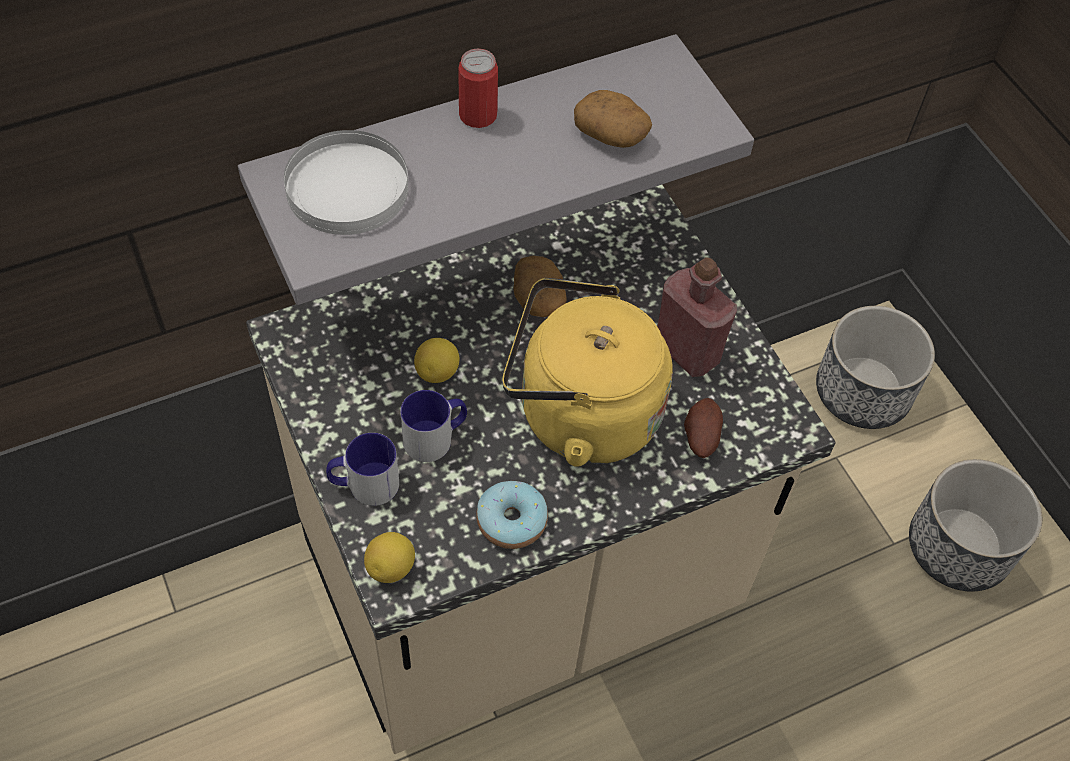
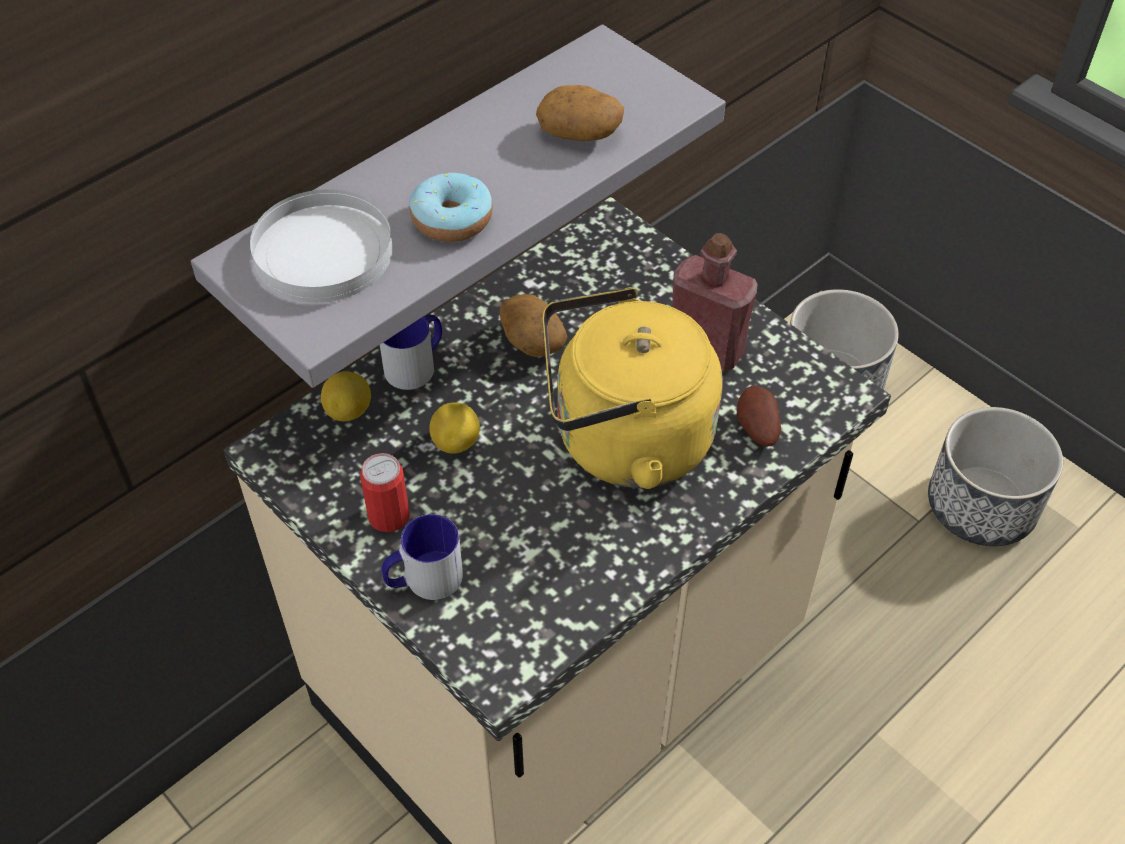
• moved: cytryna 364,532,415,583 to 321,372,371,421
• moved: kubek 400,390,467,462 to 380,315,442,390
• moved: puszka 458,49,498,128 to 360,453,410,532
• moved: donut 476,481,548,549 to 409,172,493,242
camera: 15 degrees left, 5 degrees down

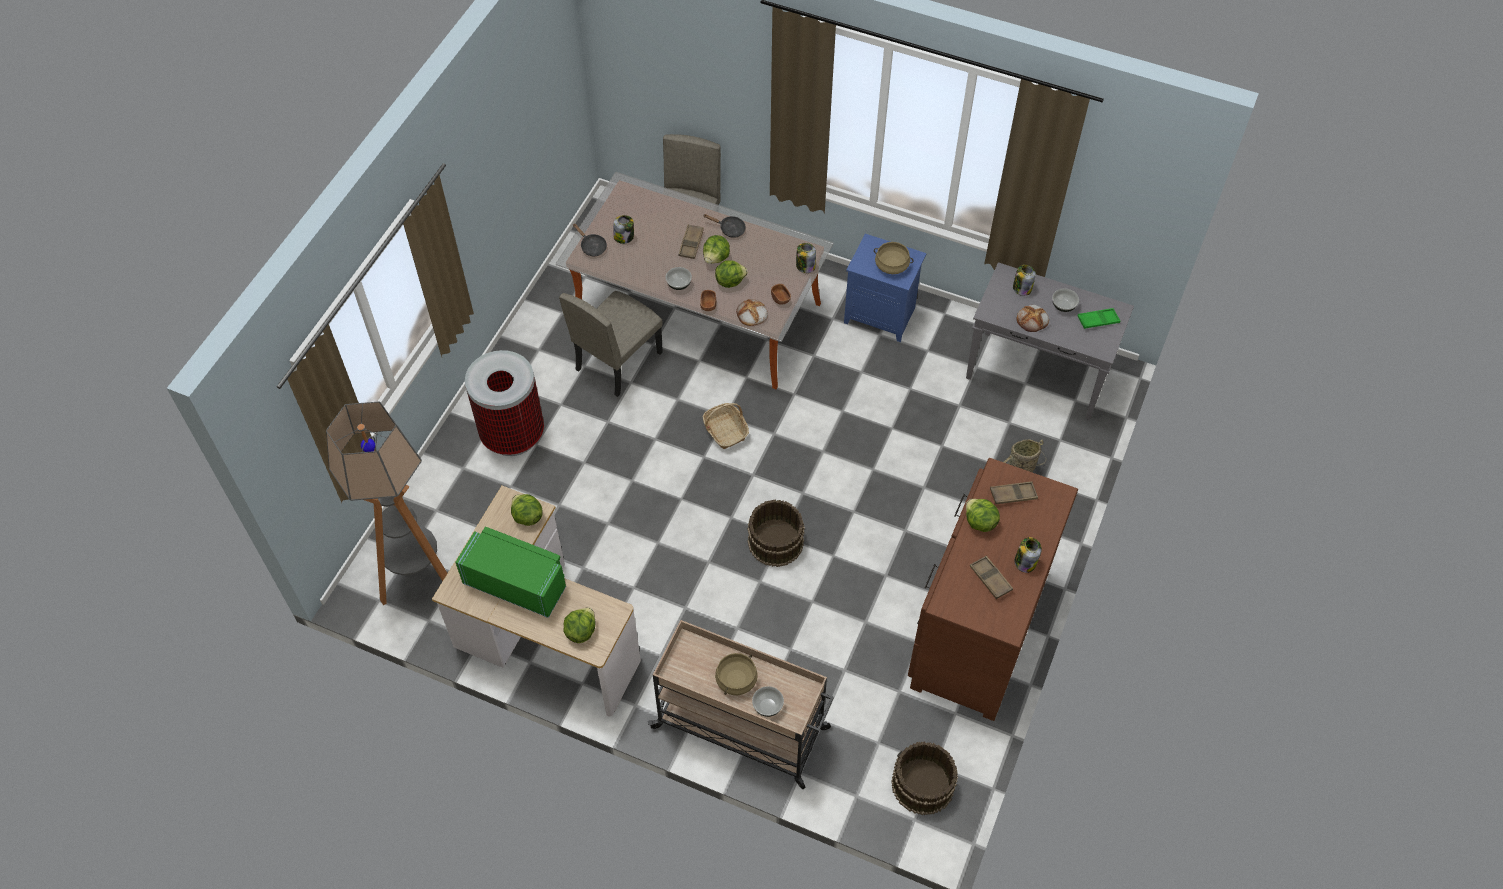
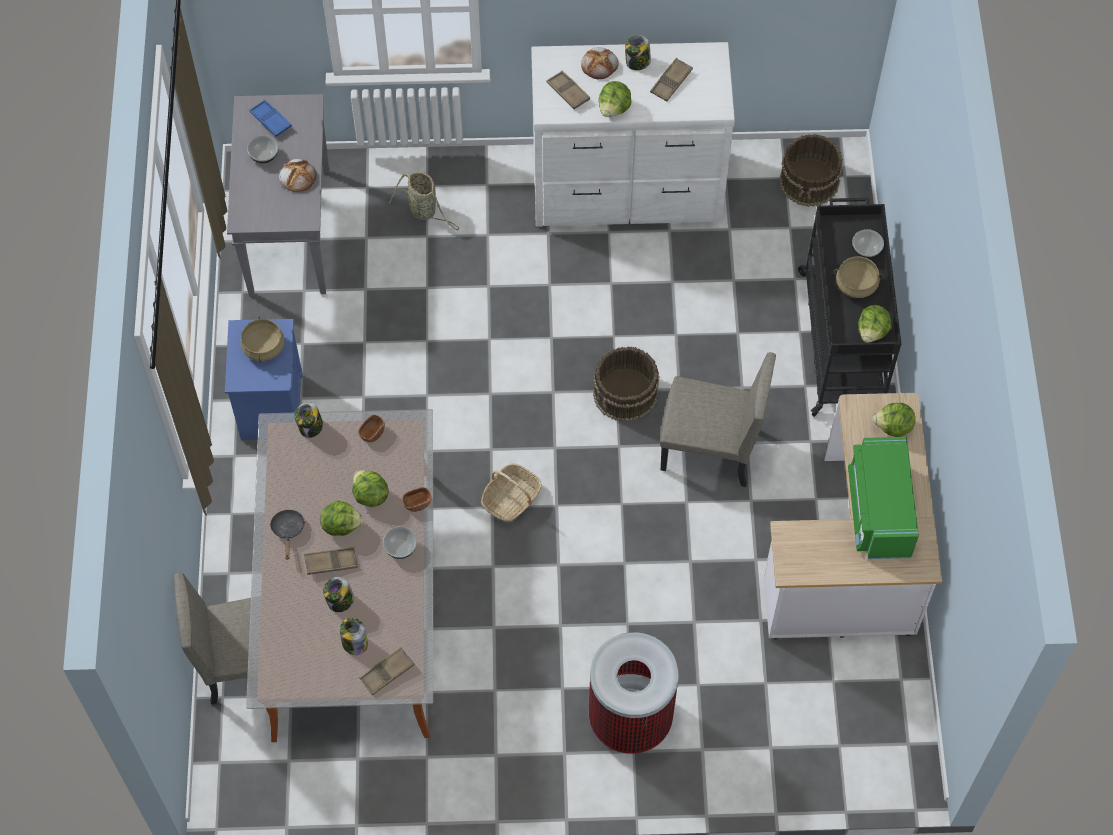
• removed: lampa stojąca 326,401,447,605
• moved: sałata 511,494,543,526 to 858,305,892,343
• moved: krzesło (beżowy) 559,291,663,397 to 660,352,776,487
• replaced: patelnia (czarny) 573,224,607,256 to taca (brązowy) 359,647,414,695
• recoloured: wózek (beżowy) 648,620,834,789 to wózek (czarny) 798,198,901,417
• moved: chleb 736,299,768,326 to 581,47,618,79
• recoloured: komoda (brązowy) 908,458,1078,721 to komoda (biały) 531,42,735,227
• moved: słoik 1013,265,1036,296 to 323,577,354,612
• recoloured: taca (zielony) 1077,308,1120,329 to taca (niebieski) 249,99,292,137
camera: 115 degrees left, 5 degrees up

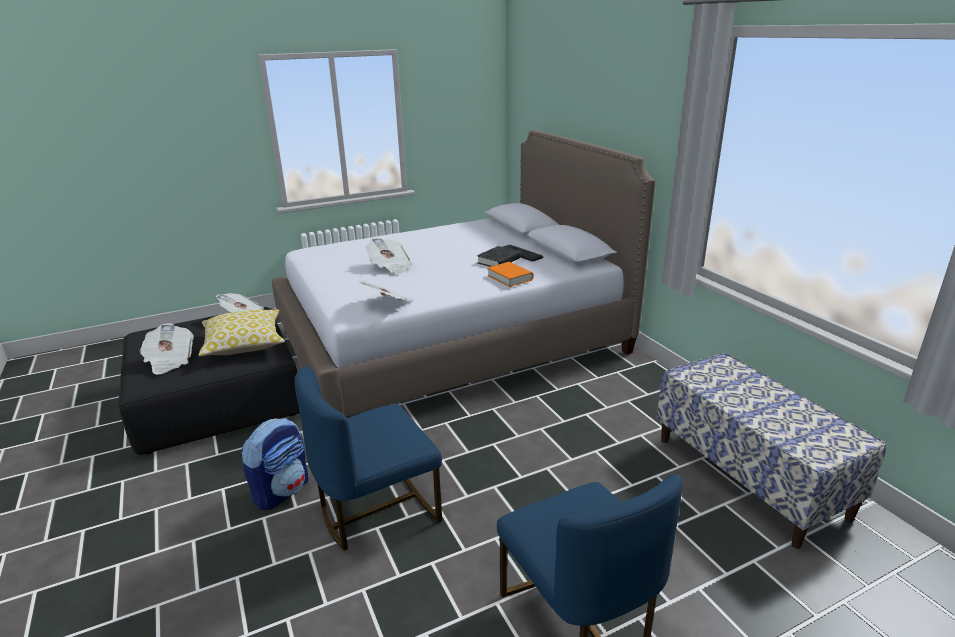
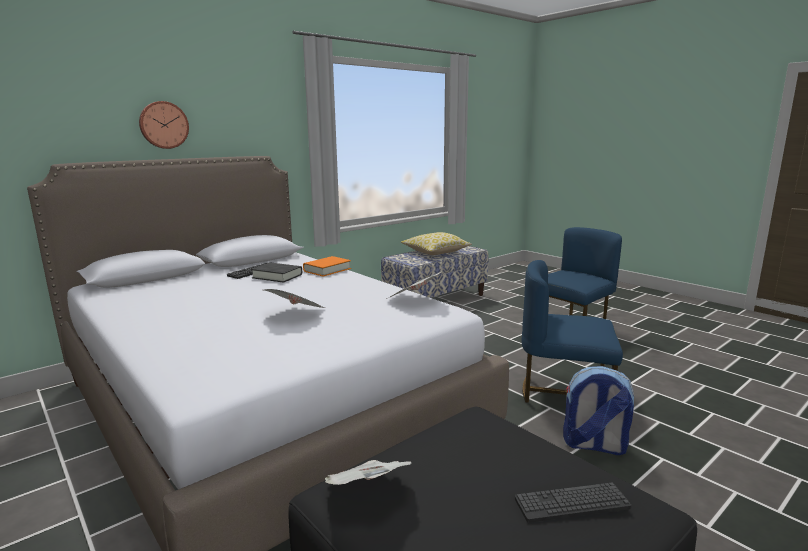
• replaced: gazeta 140,323,194,375 to klawiatura 515,483,631,523
• moved: poduszka 199,309,285,356 to 401,232,472,255
• turned: krzesło (niebieski) 295,367,442,551 = 522,260,623,403 150 degrees clockwise
• added: zegar ścienny 139,101,189,149
camera: 105 degrees left, 10 degrees down

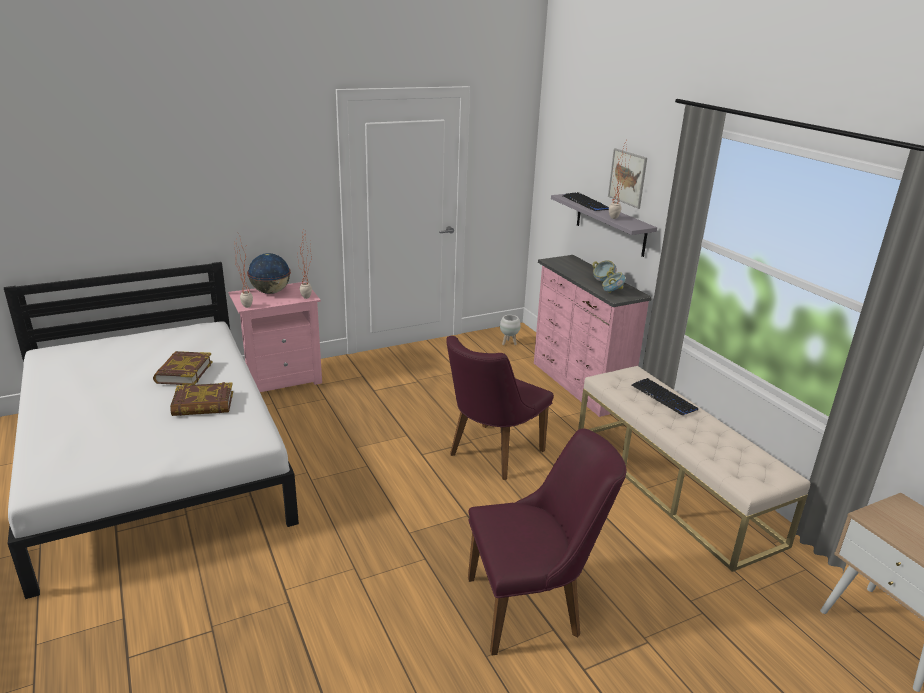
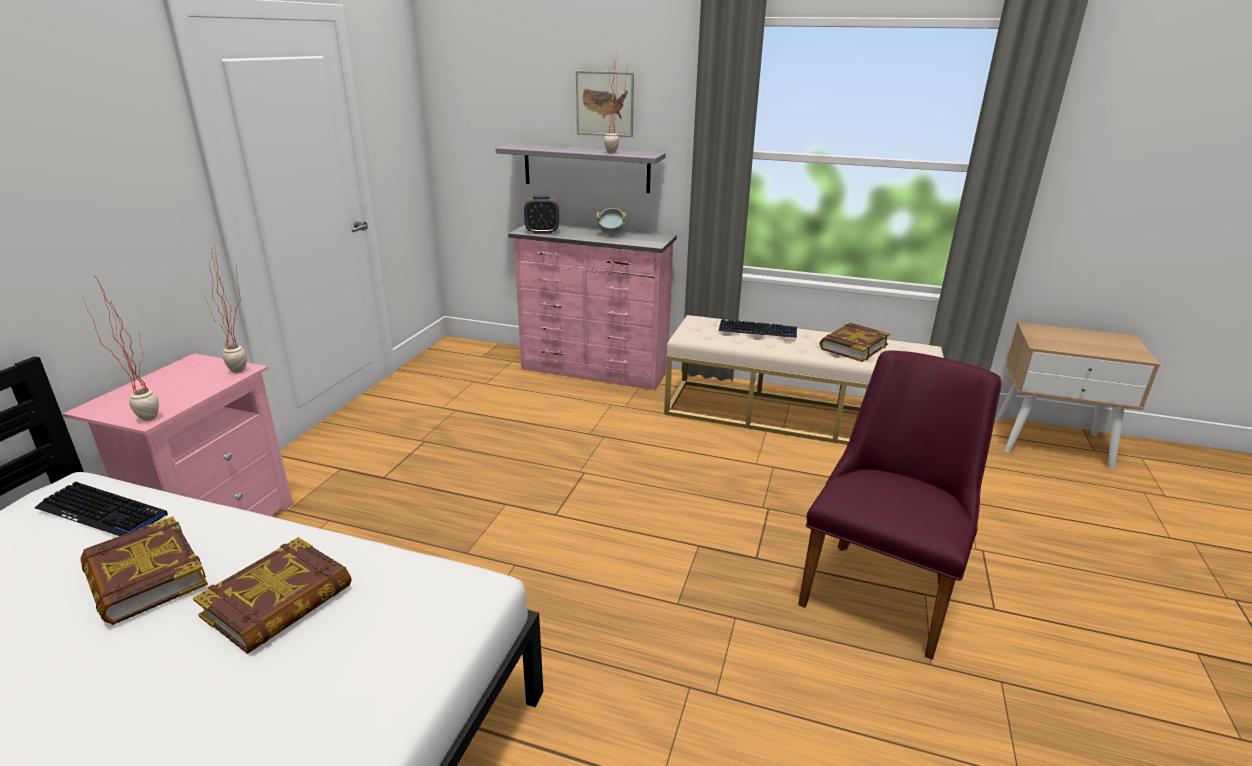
• removed: globus 247,253,291,294
• removed: krzesło (fioletowy) 446,336,554,480
• removed: donica (biały) 500,315,520,345
• moved: klawiatura 563,192,609,211 to 35,482,168,536
• removed: miska 602,271,626,293
• added: budzik 524,195,559,234
• added: książka 820,323,890,362
camera: 45 degrees left, 0 degrees up

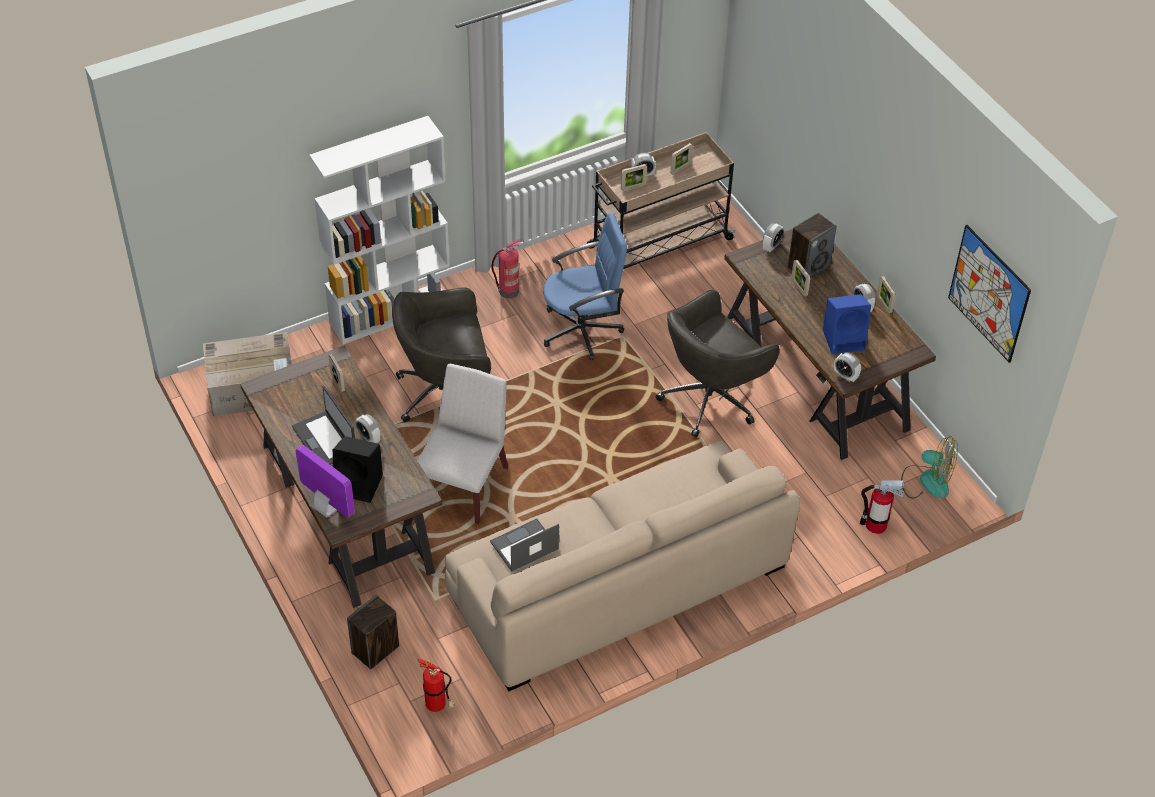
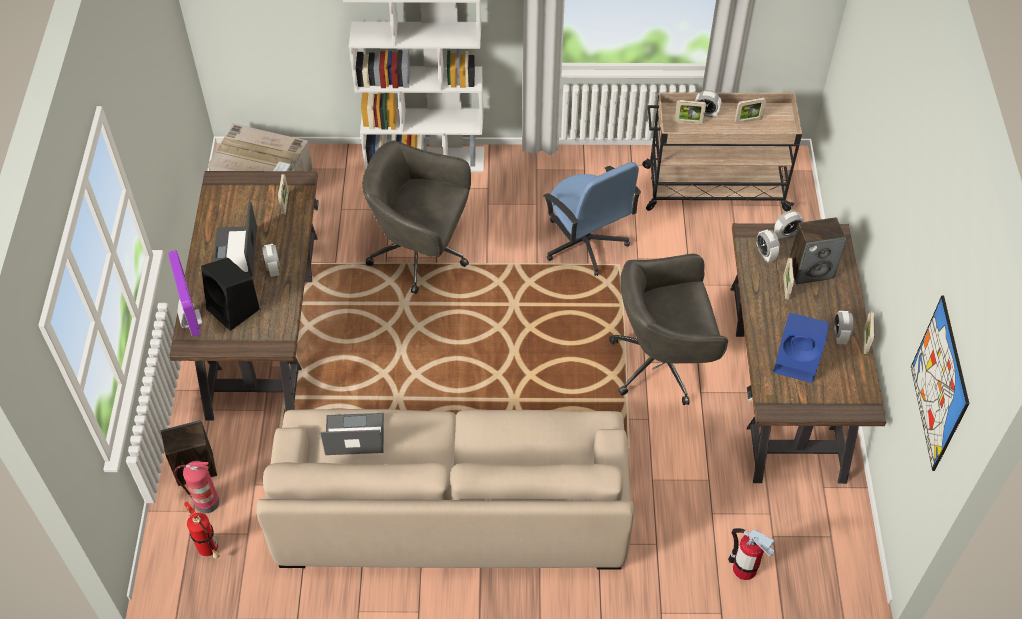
• removed: krzesło (biały) 417,364,508,524
• moved: gaśnica 491,239,521,299 to 174,461,219,513
• turned: krzesło biurowe (niebieski) 543,213,627,360 = 543,162,641,276 45 degrees clockwise
• moved: budzik 834,352,861,382 to 757,229,780,262
• removed: wentylator 901,436,958,499
camera: 30 degrees right, 5 degrees up

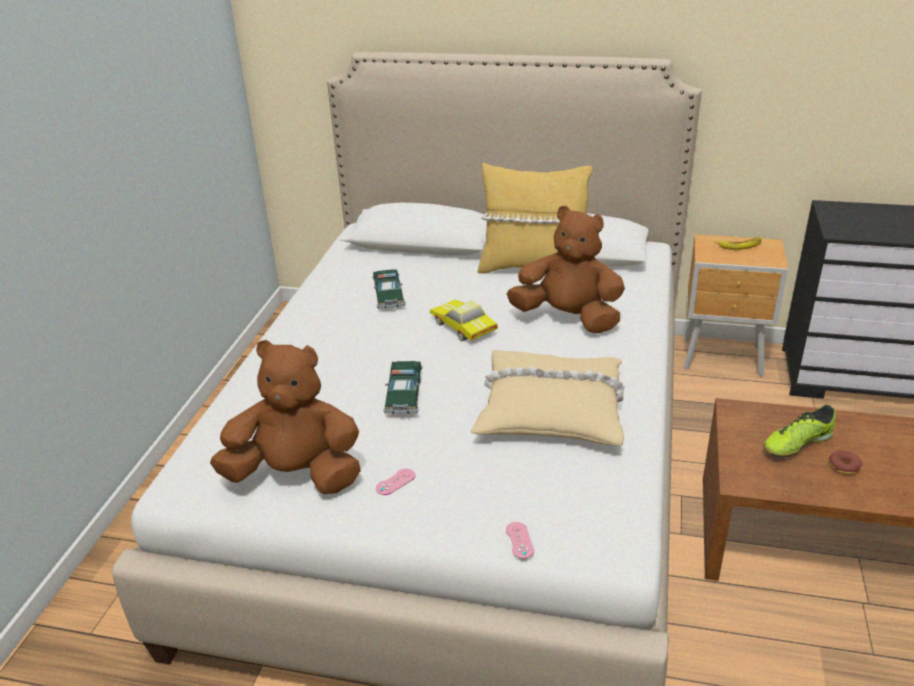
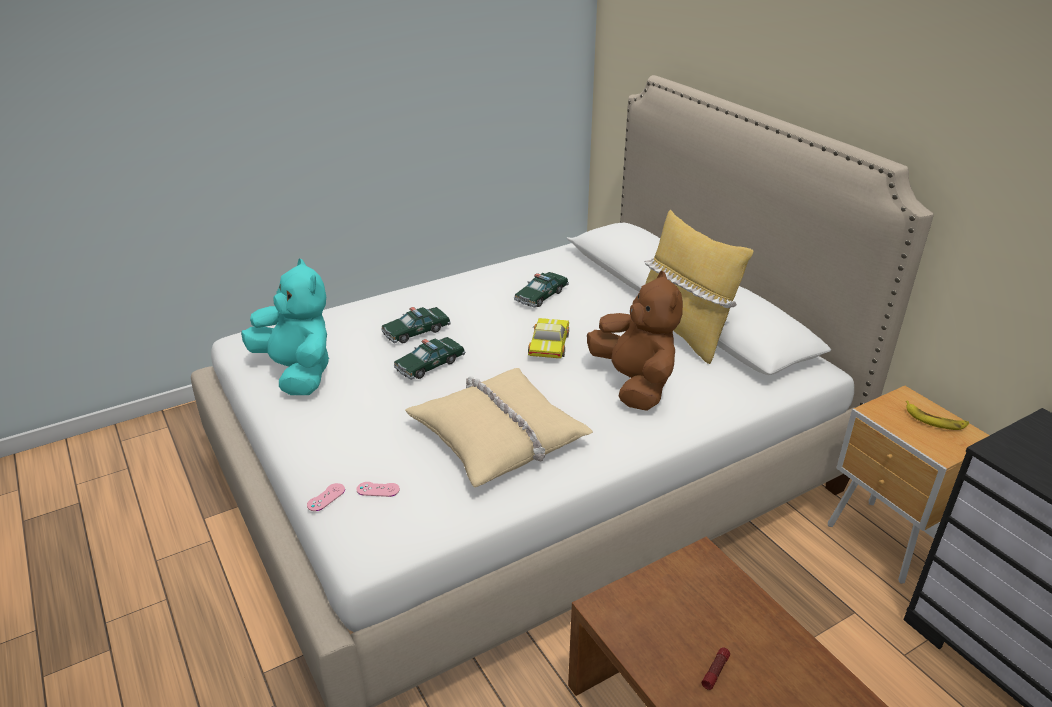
• recoloured: pluszak (brązowy) 210,340,361,494 to pluszak (turkusowy) 241,258,329,395
• moved: pad do gier (różowy) 376,469,415,495 to 356,482,400,497
• removed: but 763,404,836,457
• replaced: donut 829,450,862,474 to latarka 702,647,730,690
• added: samochodzik 381,307,451,343
camera: 45 degrees right, 0 degrees up

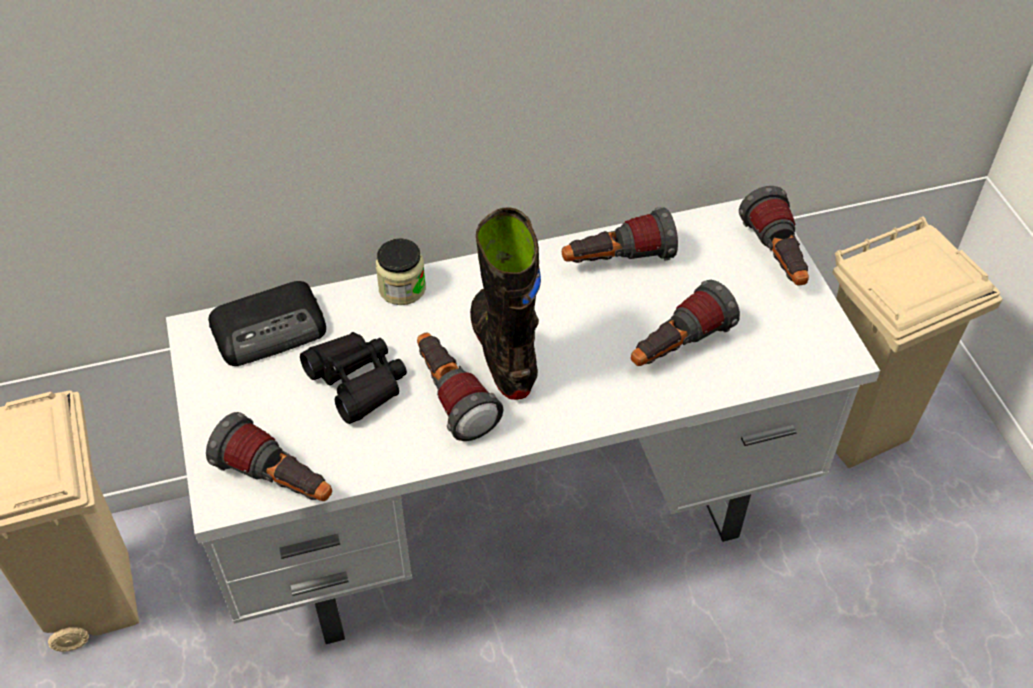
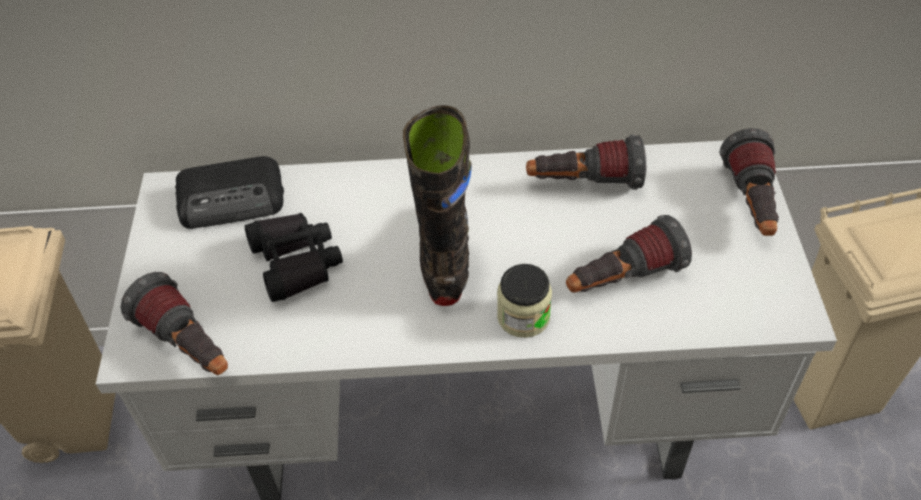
• moved: słoik 375,238,426,305 to 497,264,552,338
• removed: latarka 417,332,504,441
camera: 15 degrees right, 0 degrees up

